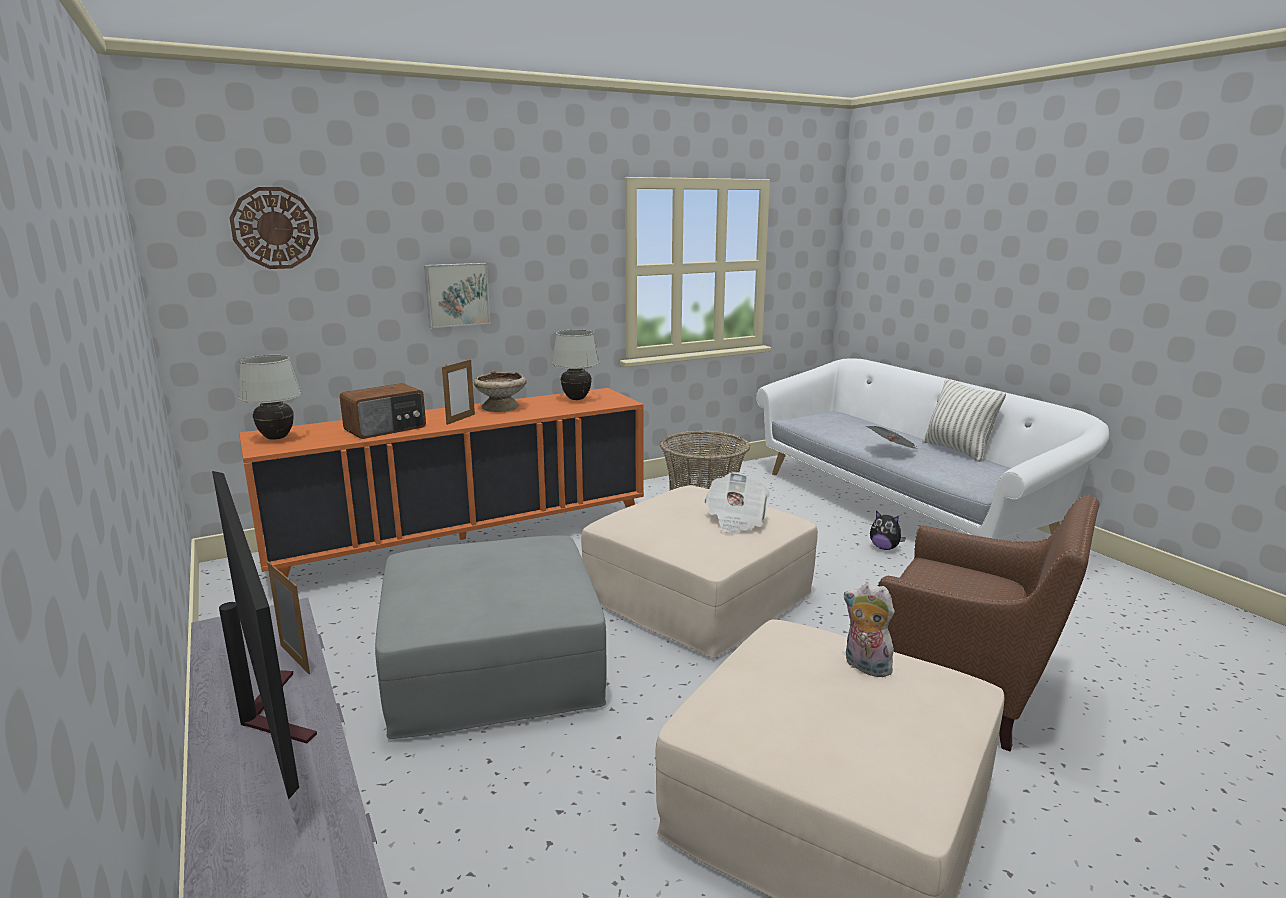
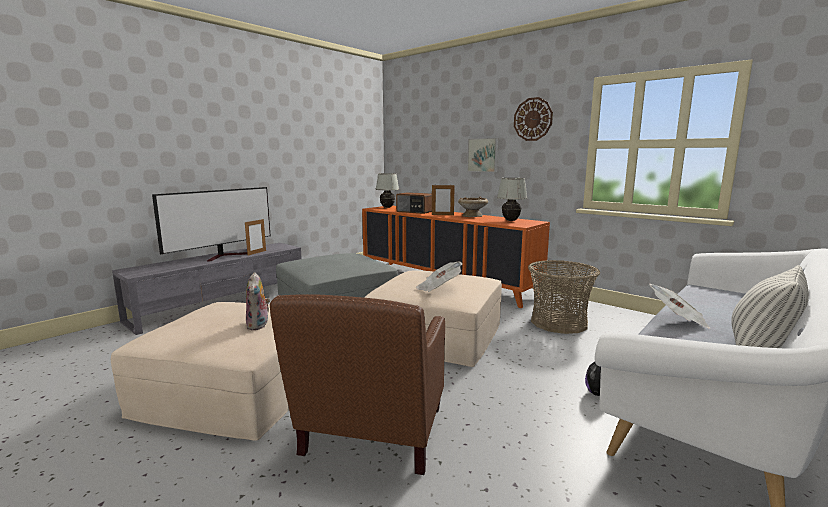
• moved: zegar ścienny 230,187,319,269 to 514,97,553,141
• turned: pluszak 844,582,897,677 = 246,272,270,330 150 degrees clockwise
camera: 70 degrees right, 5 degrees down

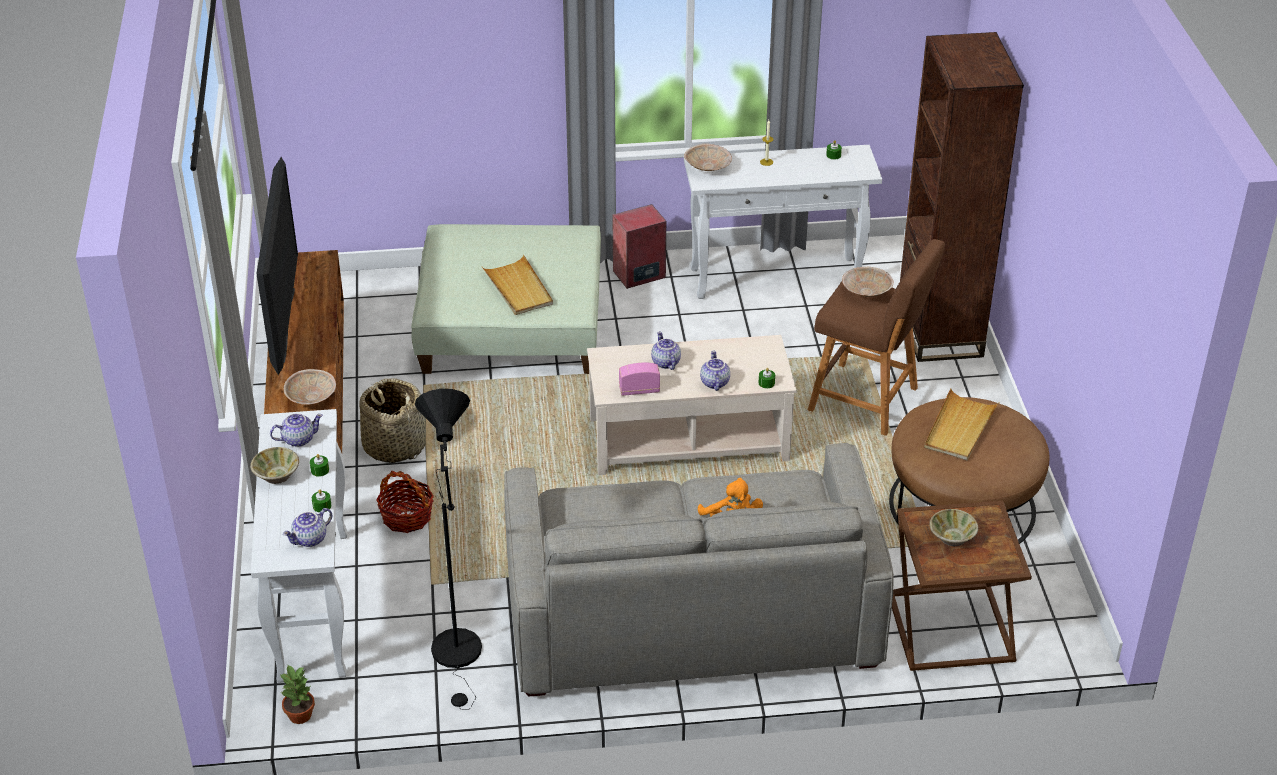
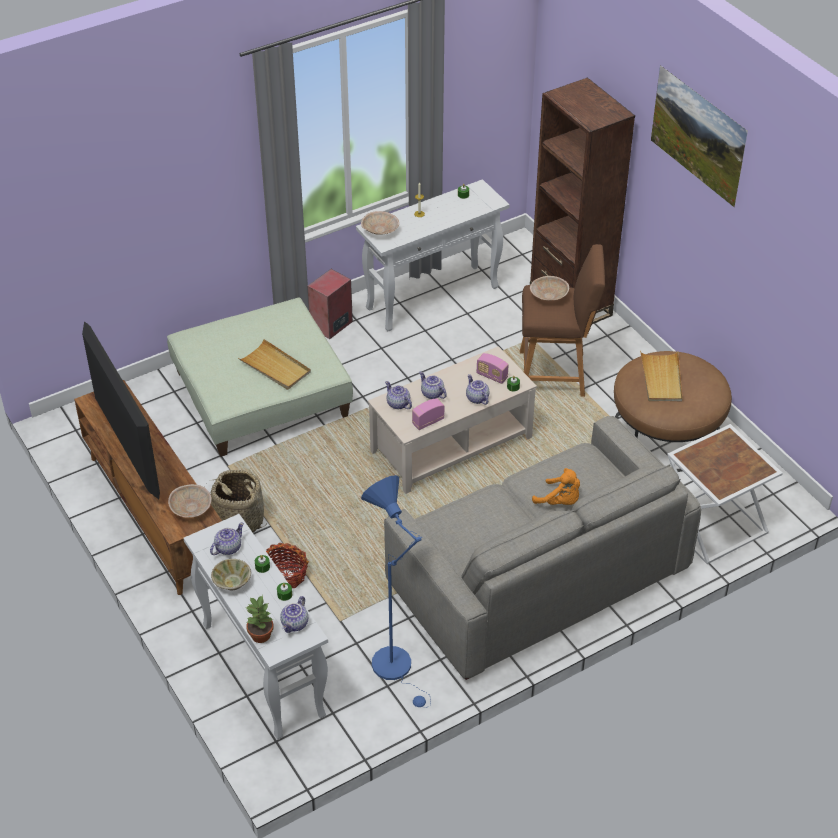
• moved: roślina doniczkowa 279,665,315,724 to 246,595,274,643
• recoloured: lampa stojąca (czarny) 415,389,482,710 to lampa stojąca (niebieski) 361,475,431,708
• recoloured: stolik (brązowy) 892,500,1032,671 to stolik (biały) 667,424,783,564
• removed: miska (beżowy) 929,509,978,546
• added: imbryk 385,381,412,409
• added: radio 476,353,509,384
• added: obraz 651,65,748,207
camera: 25 degrees left, 5 degrees up

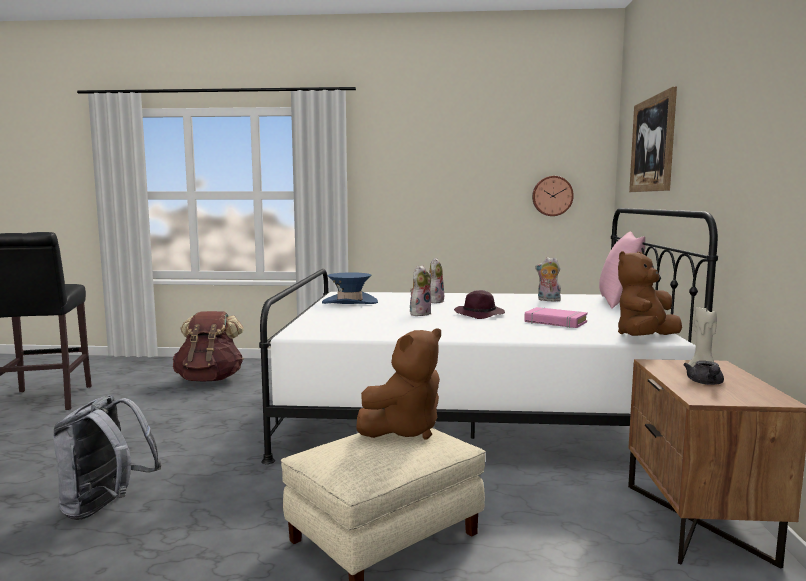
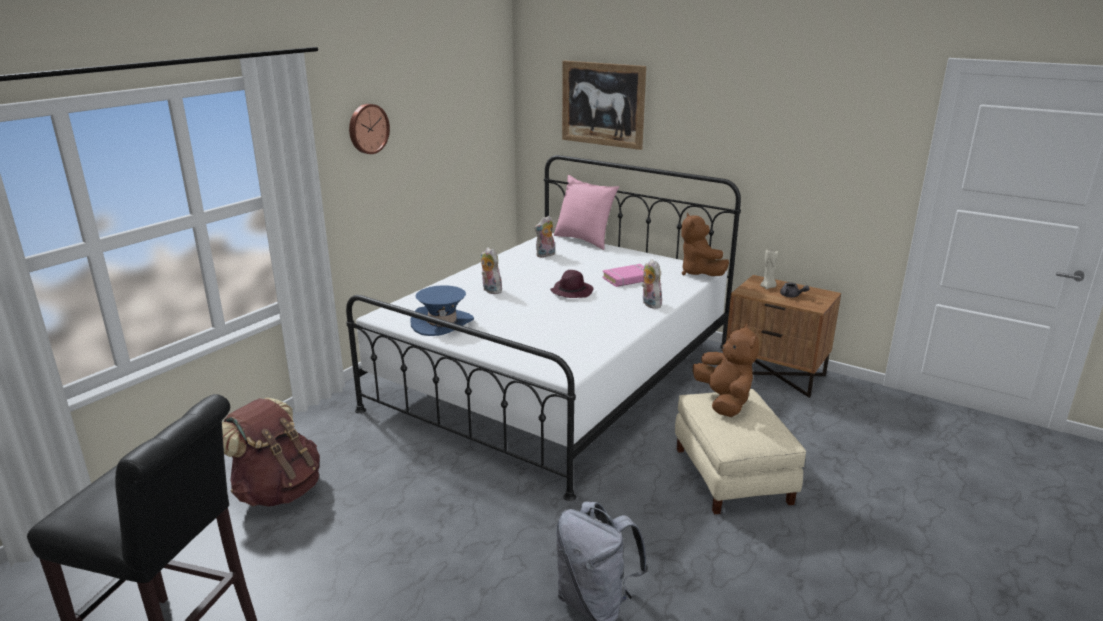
• moved: pluszak 410,265,431,316 to 642,259,662,308
• moved: zegar ścienny 532,176,574,216 to 349,104,390,154
camera: 60 degrees left, 15 degrees up

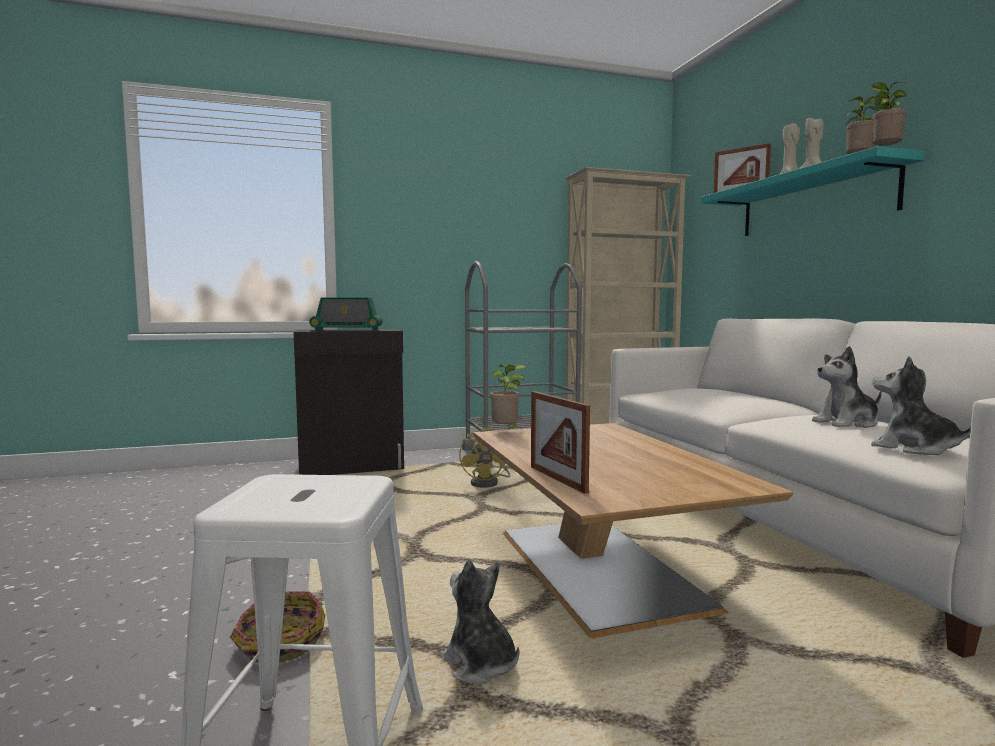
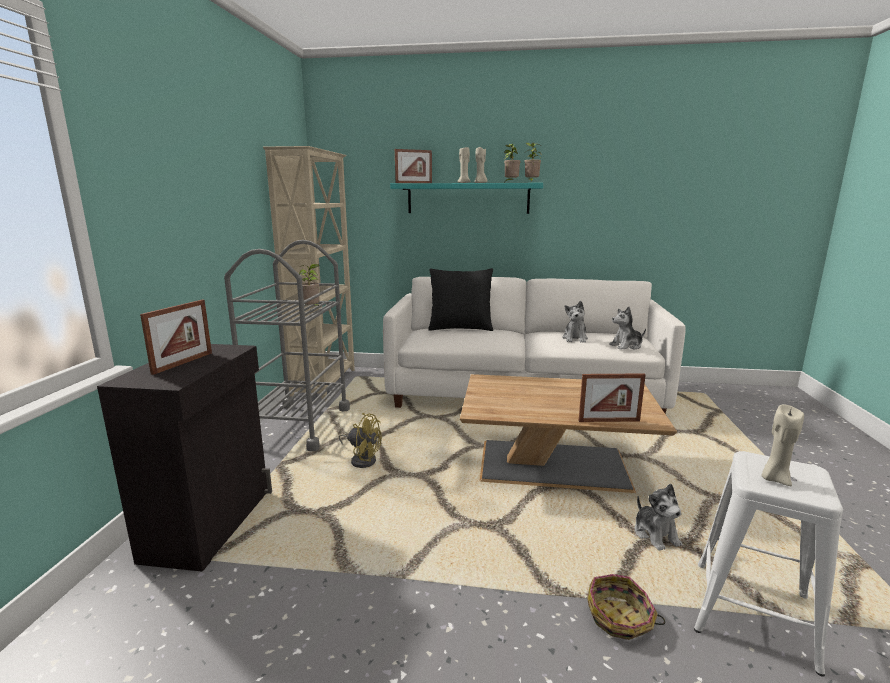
• replaced: radio 309,297,383,331 to ramka na zdjęcie 140,299,212,375
• turned: pluszak 440,559,519,684 = 635,484,682,550 90 degrees counterclockwise
• moved: roślina doniczkowa 490,364,526,428 to 299,264,320,307
• added: poduszka (czarny) 428,268,493,331
• added: świeca (beżowy) 761,404,804,486
camera: 65 degrees left, 10 degrees up

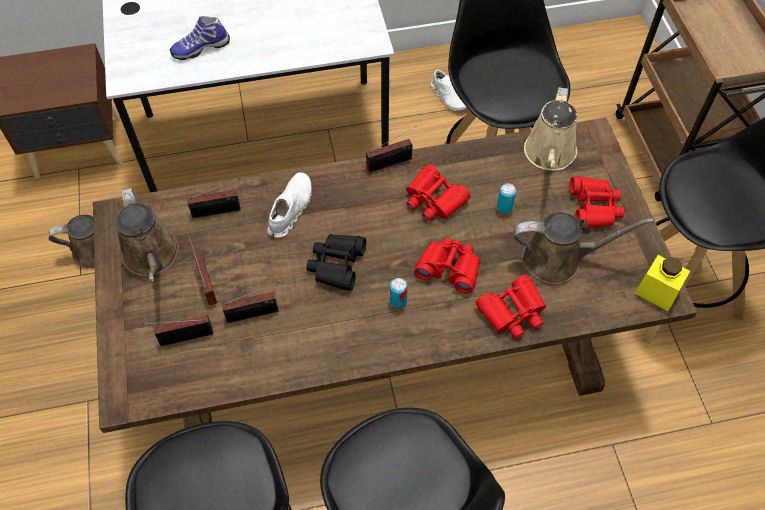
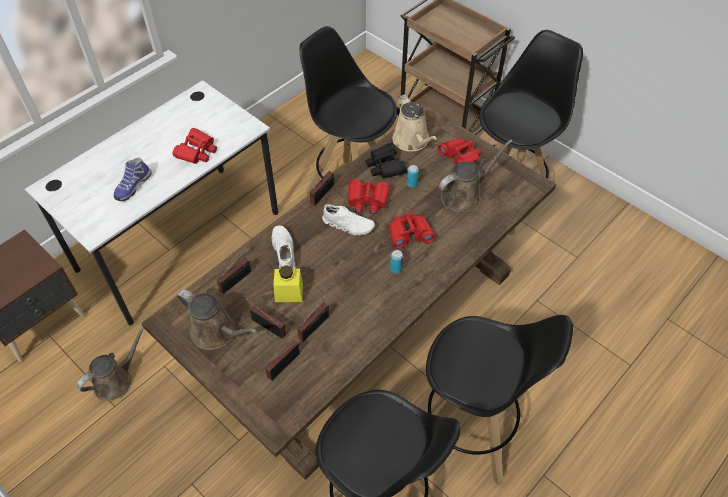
• moved: lornetka (czarny) 306,234,366,291 to 365,143,407,179
• moved: but (biały) 431,69,467,111 to 322,204,375,236
• moved: lornetka (czerwony) 475,274,546,339 to 173,128,217,164
• moved: słoik (żółty) 635,255,690,311 to 273,265,303,302
camera: 35 degrees left, 5 degrees down

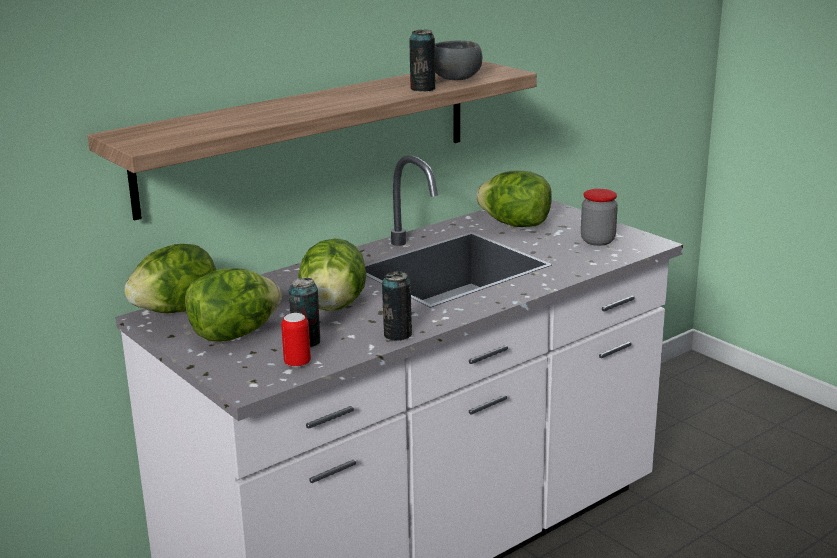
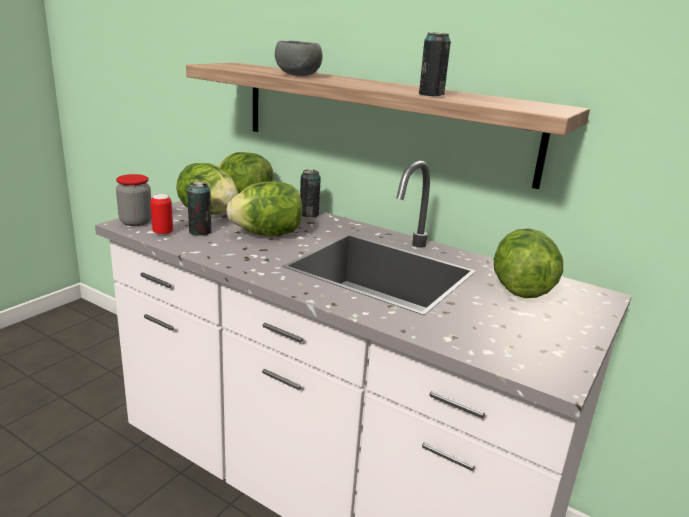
• moved: puszka 382,271,412,341 to 300,170,321,217
• moved: miska (szary) 435,41,482,80 to 275,41,322,76
• moved: słoik 581,189,618,246 to 116,174,152,226
camera: 70 degrees right, 0 degrees up

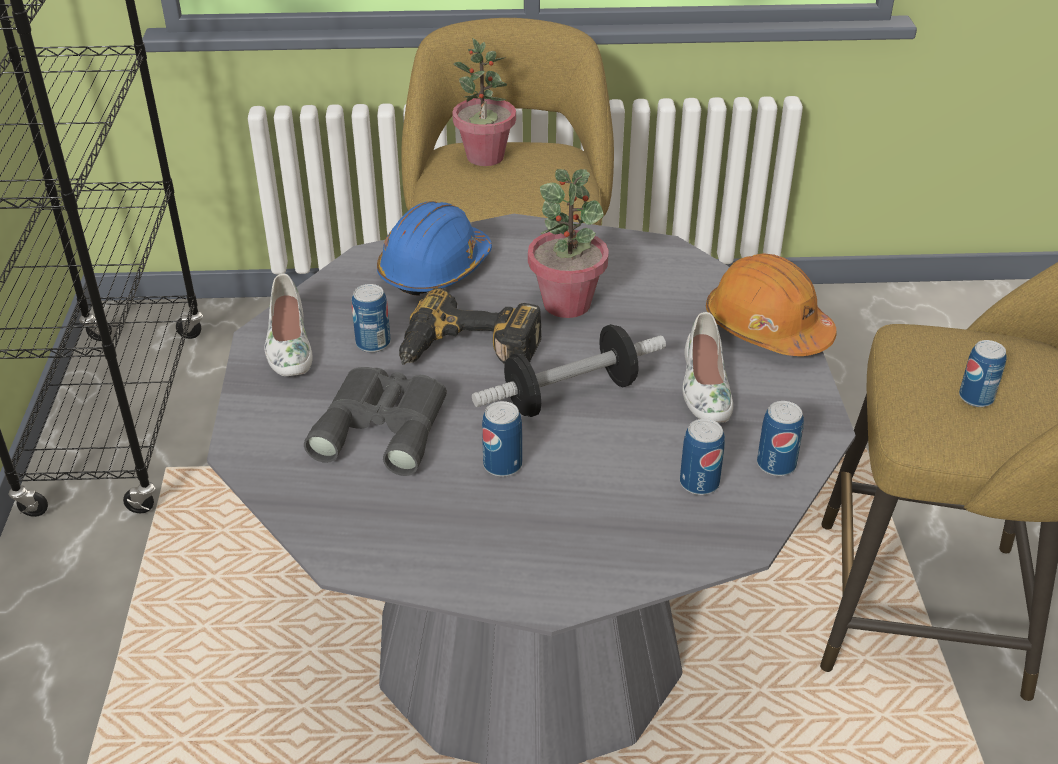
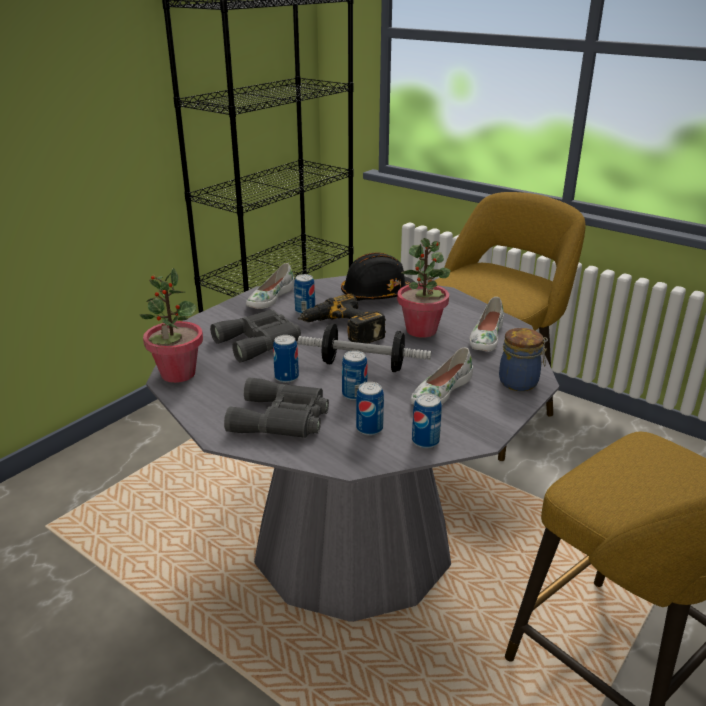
• recoloured: kask (niebieski) 377,201,492,296 to kask (czarny) 341,253,415,301
• moved: roślina doniczkowa 452,38,516,166 to 139,268,203,383
• replaced: kask (pomarańczowy) 706,253,837,356 to słoik 499,328,548,391
• moved: puszka 959,340,1007,407 to 342,350,368,401
• added: lornetka (szary) 224,377,329,438
• added: but (biały) 469,297,504,352
camera: 40 degrees right, 10 degrees down

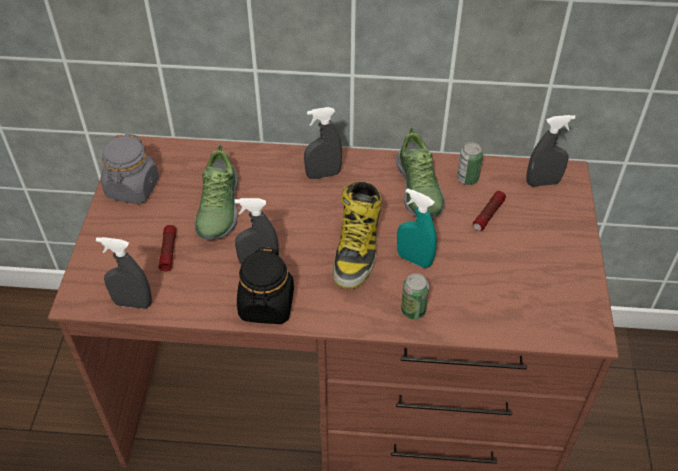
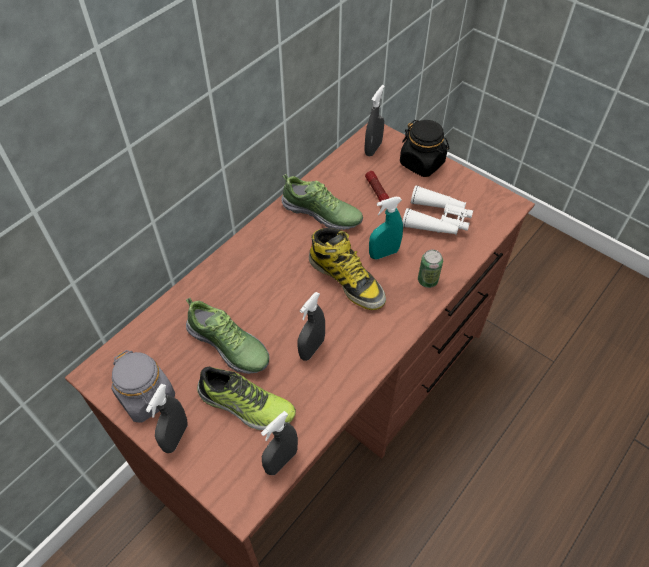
• replaced: latarka 159,225,177,272 to but 197,367,296,430
• moved: słoik (czarny) 237,247,294,324 to 400,120,449,177
• moved: spryskiwacz (szary) 304,107,342,179 to 146,384,188,453
• removed: puszka 457,142,483,185
• added: lornetka (biały) 403,185,473,235
camera: 55 degrees left, 5 degrees up

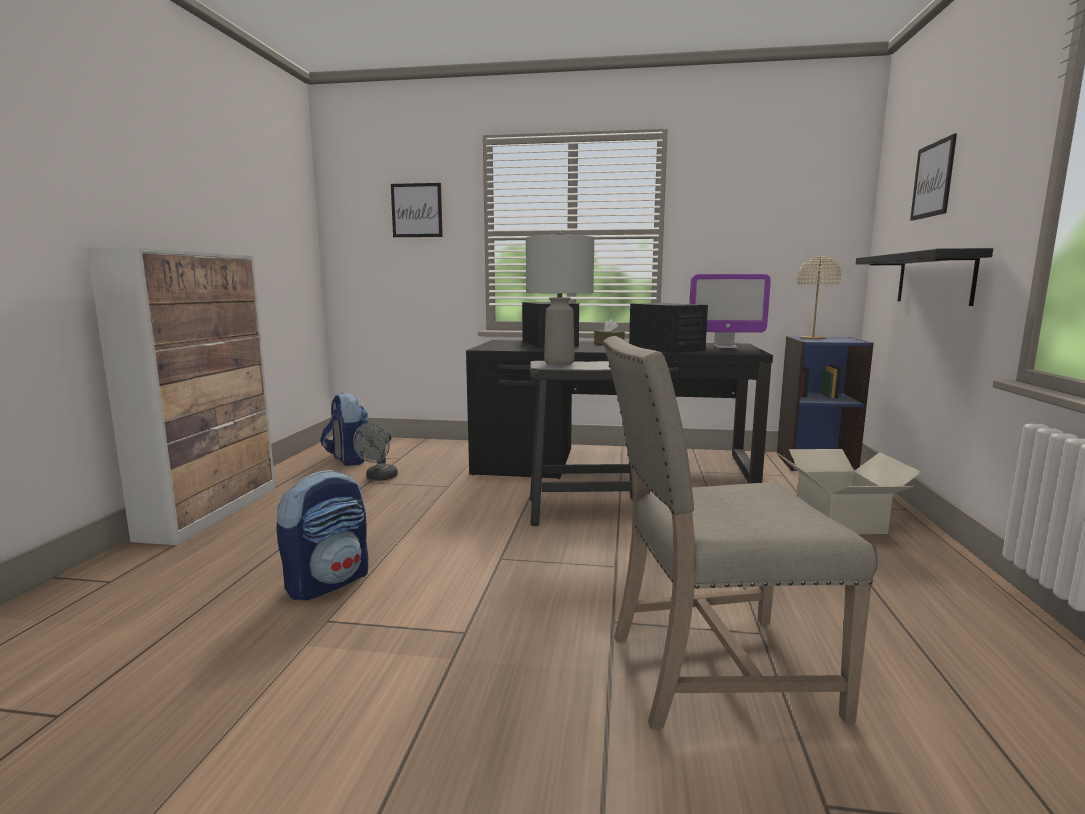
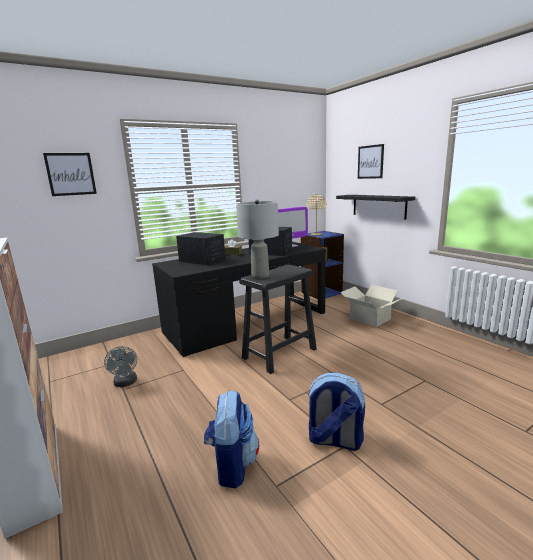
• moved: plecak 320,393,368,466 to 307,372,365,451
• removed: krzesło (beżowy) 603,336,878,729
camera: 40 degrees left, 5 degrees up

